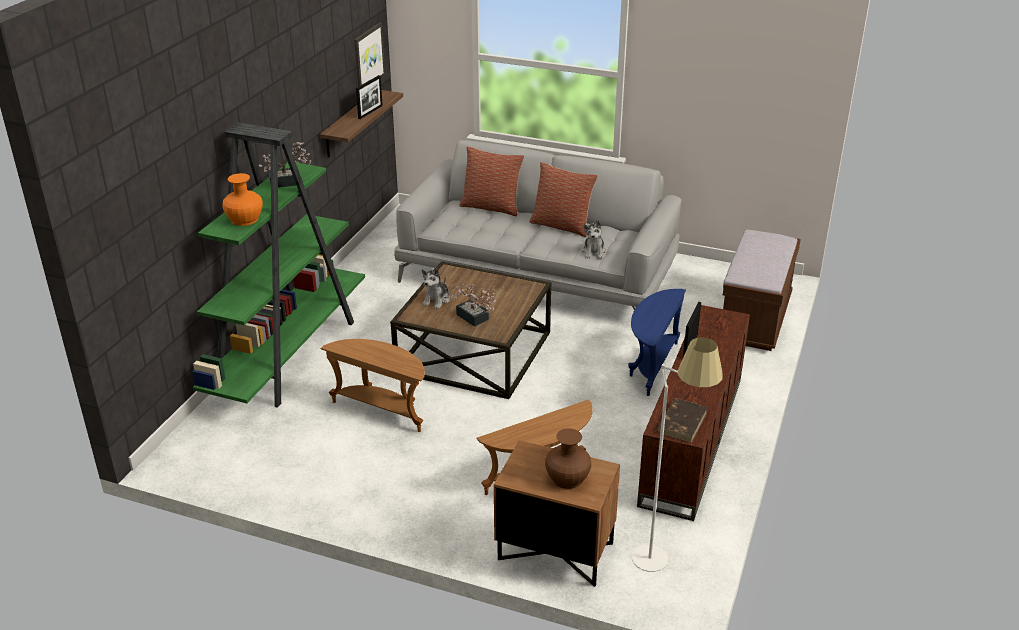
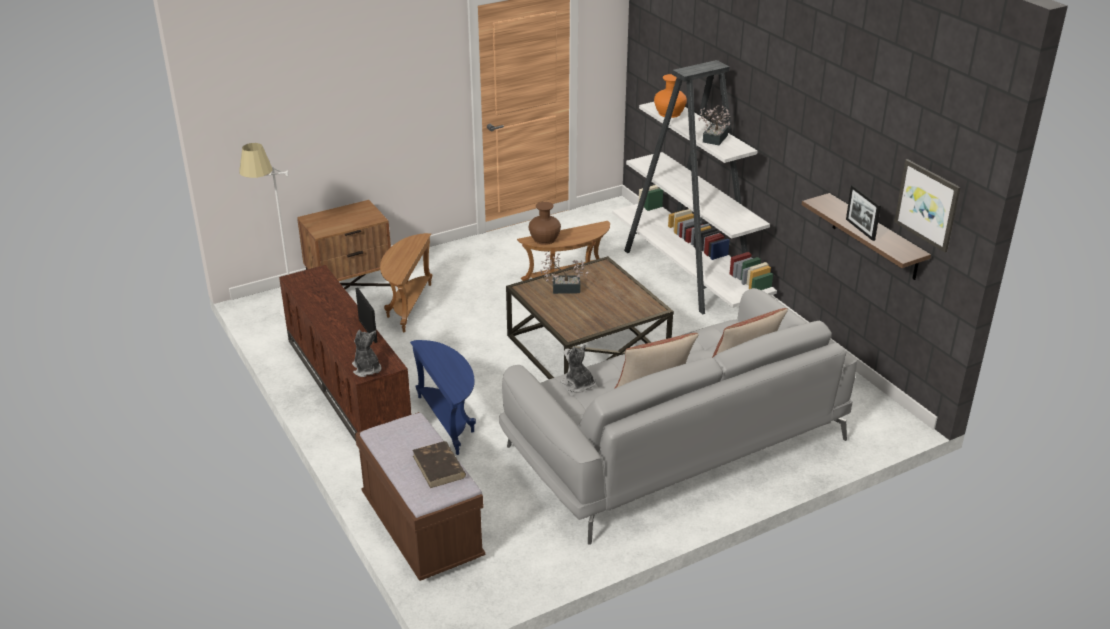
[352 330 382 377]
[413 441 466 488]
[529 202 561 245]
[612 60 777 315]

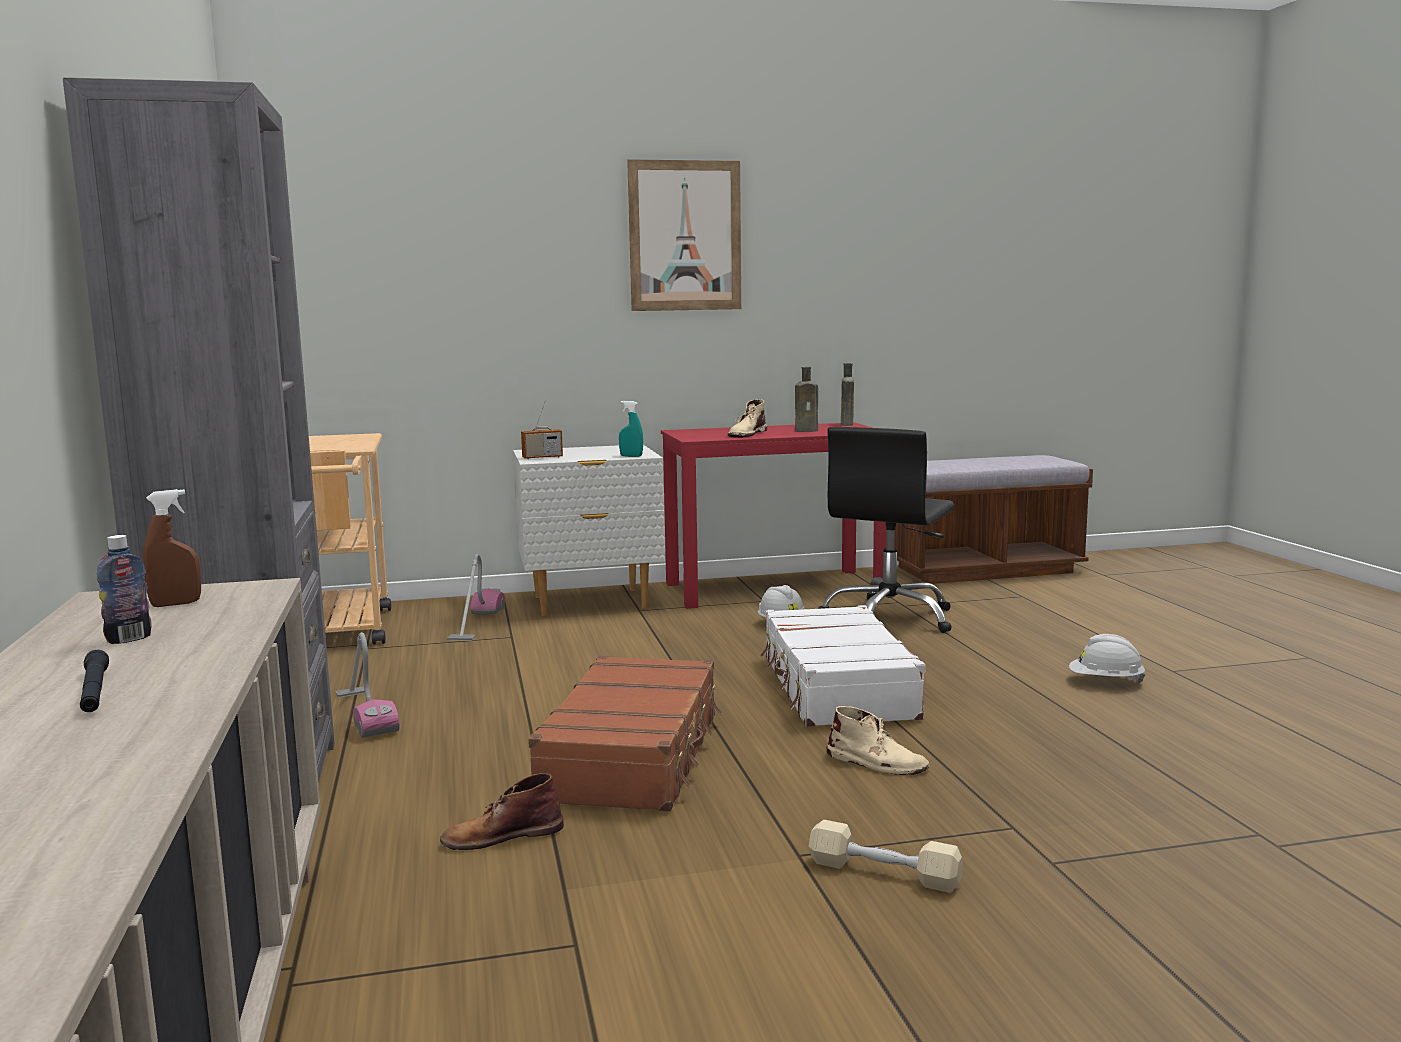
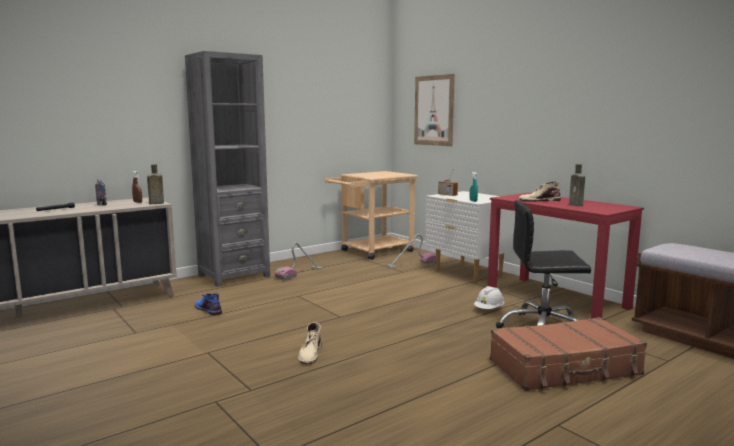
[147 164 164 204]
[195 293 222 315]
[414 74 455 146]
[490 317 647 391]
[761 605 926 727] (first image)
[809 820 963 893] (first image)
[1069 634 1145 683] (first image)

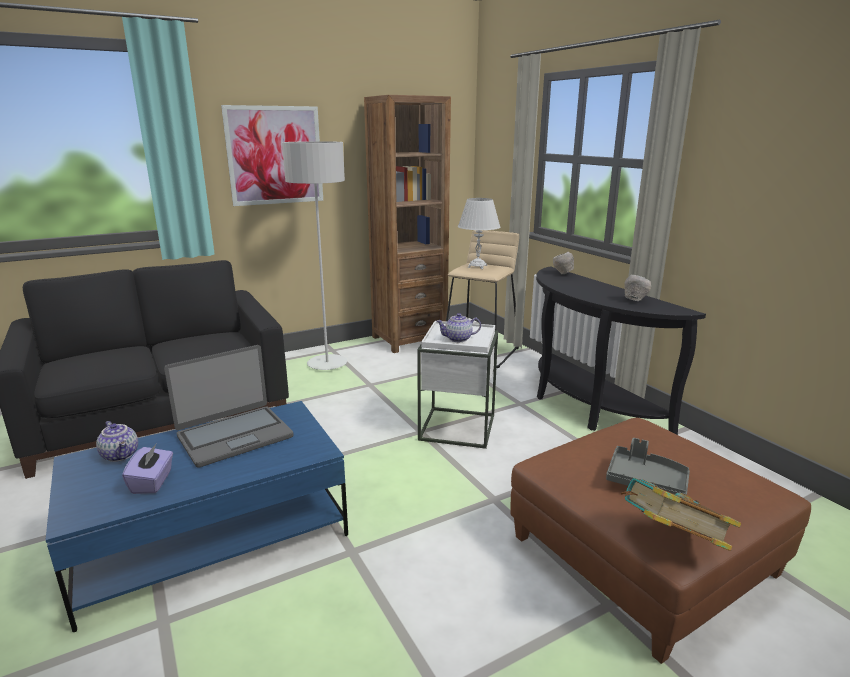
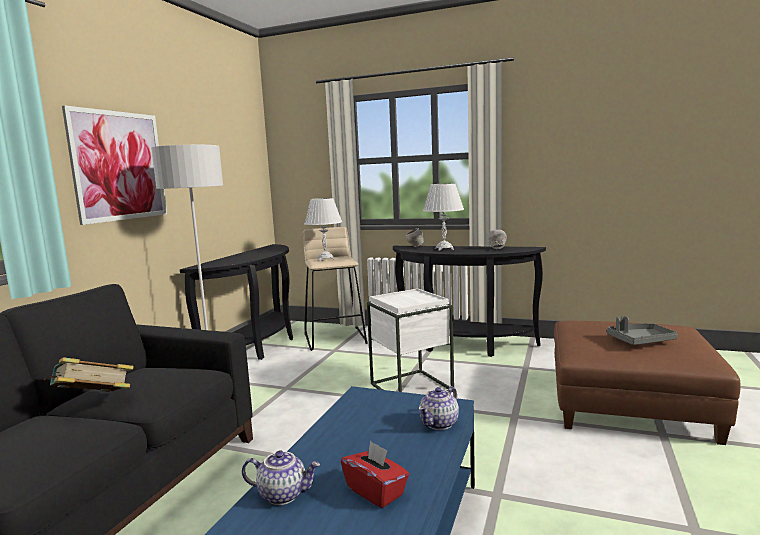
[44 357 134 392]
[180 244 293 360]
[341 440 409 508]
[418 386 459 430]
[423 183 464 251]
[164 345 294 468] (first image)

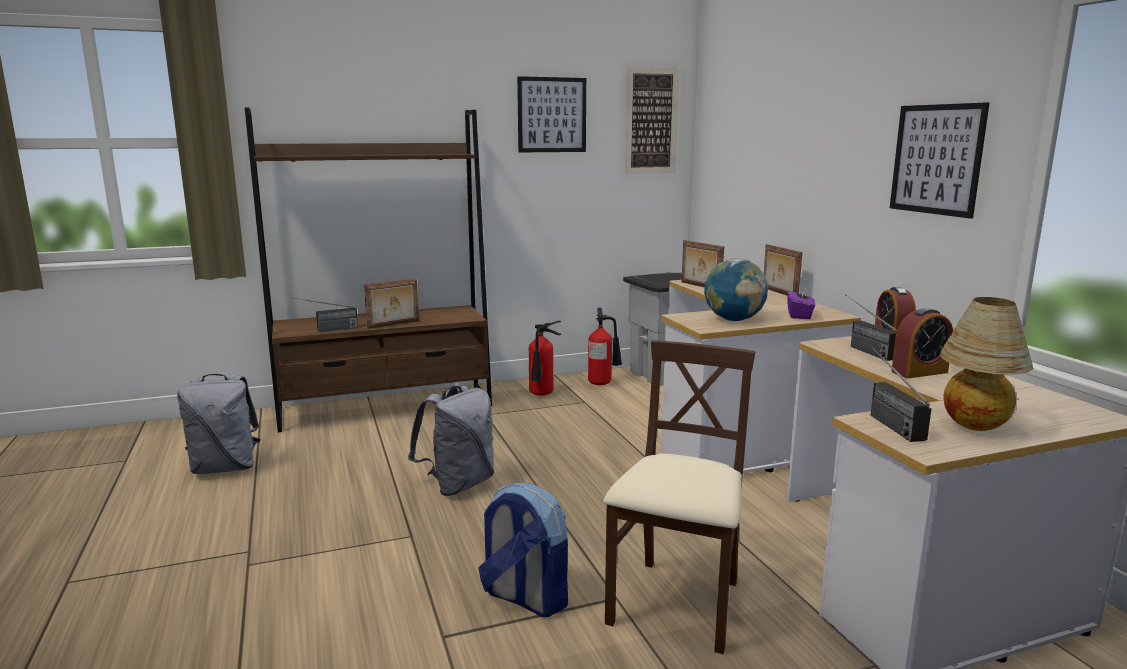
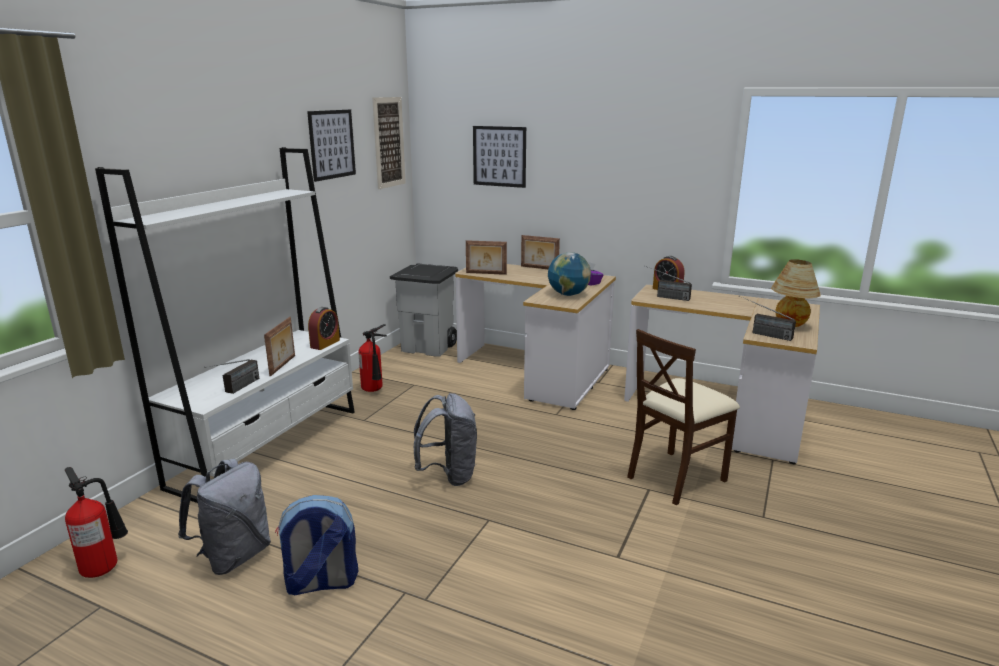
[65 467 128 578]
[95 147 355 503]
[275 495 358 595]
[308 307 340 350]
[473 126 526 188]
[627 329 740 505]

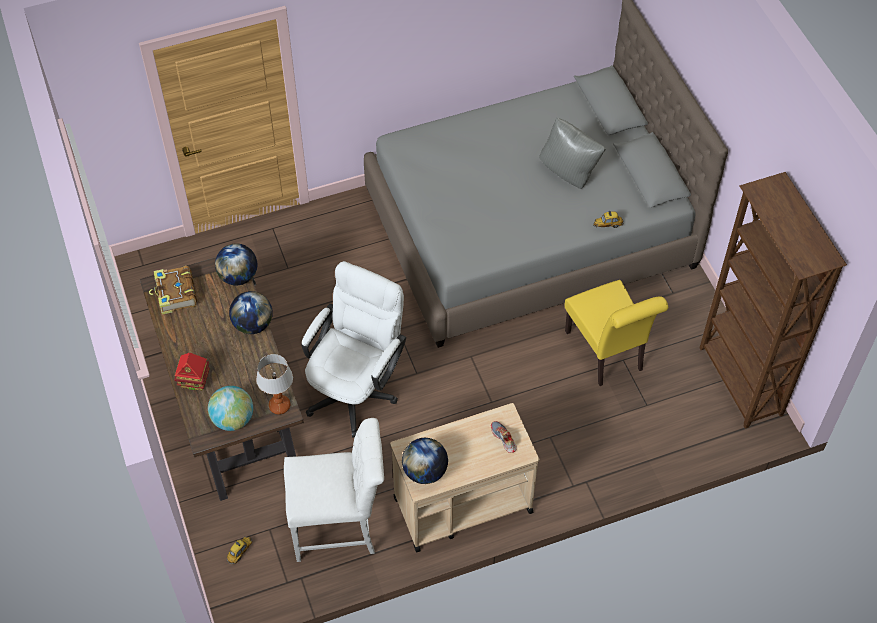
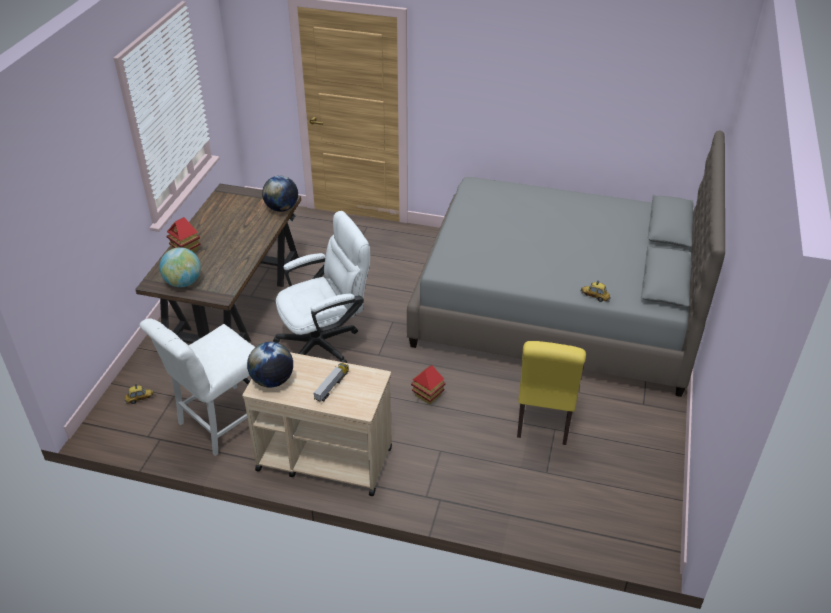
[139 318 255 456]
[313 363 349 402]
[411 365 446 405]
[149 266 197 314] (first image)
[229 291 273 334] (first image)
[256 354 293 414] (first image)
[491 421 517 453] (first image)
[539 117 606 189] (first image)
[700 172 847 429] (first image)

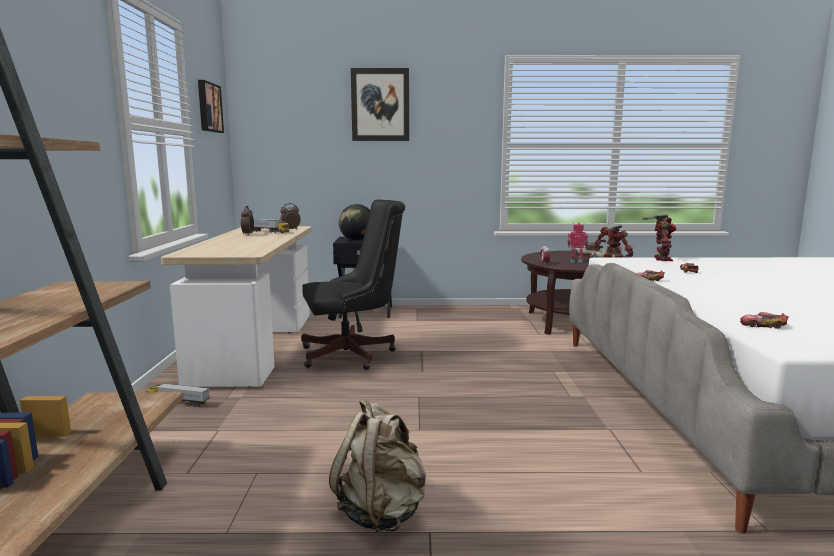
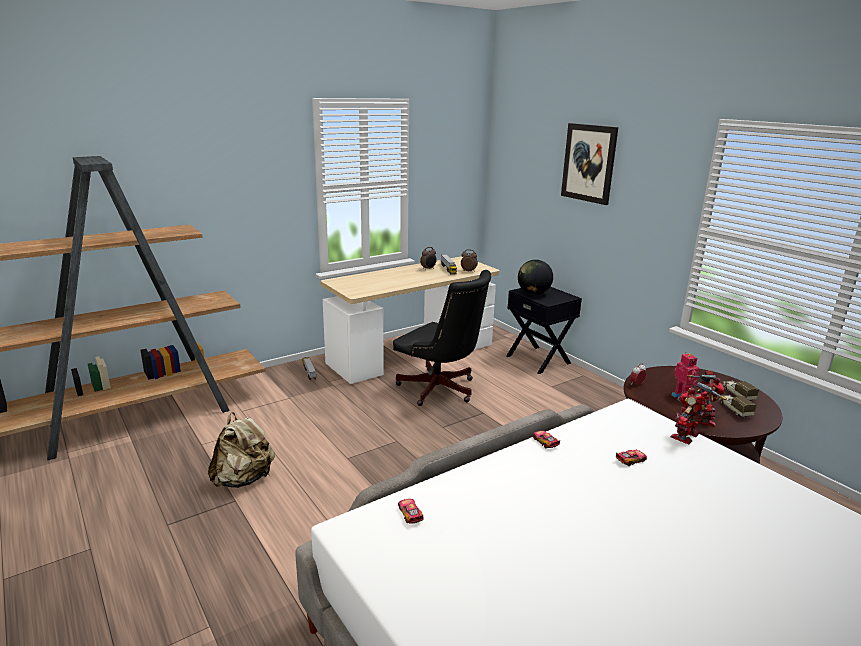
[670 382 727 445]
[198 80 224 133] (first image)

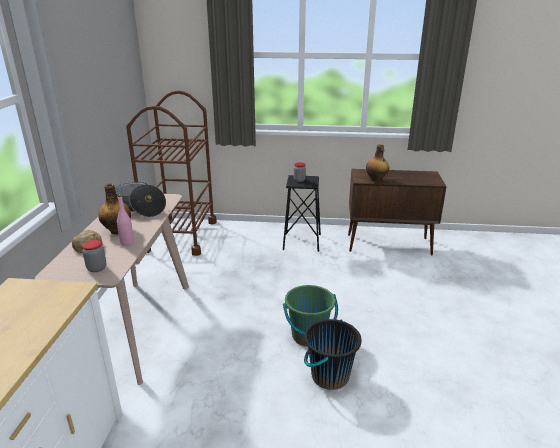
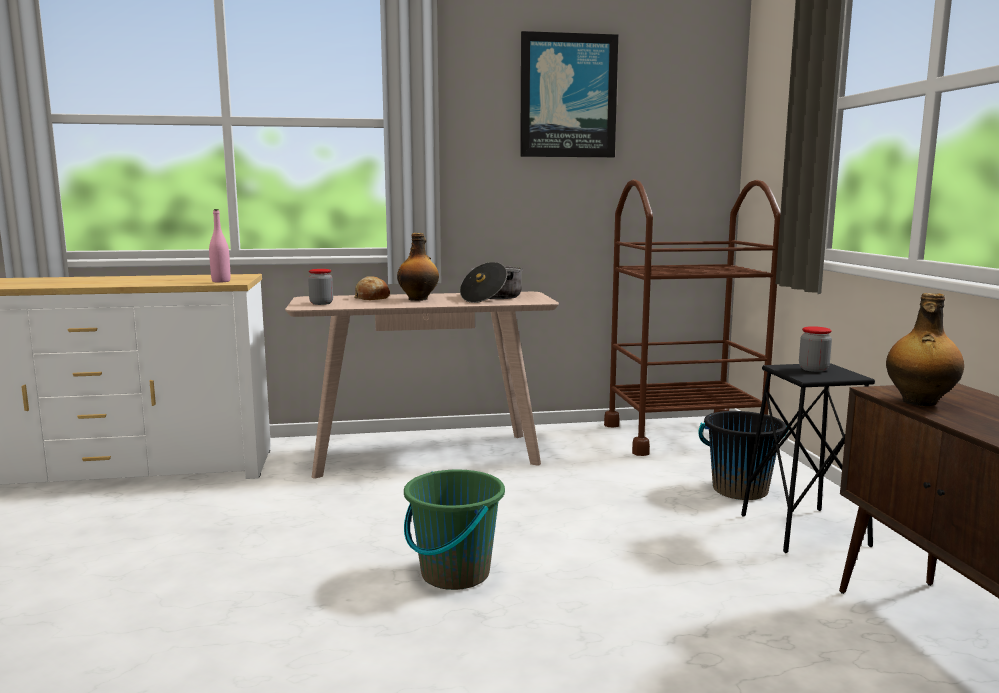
[209 209 230 283]
[520 31 618 157]
[698 411 788 500]

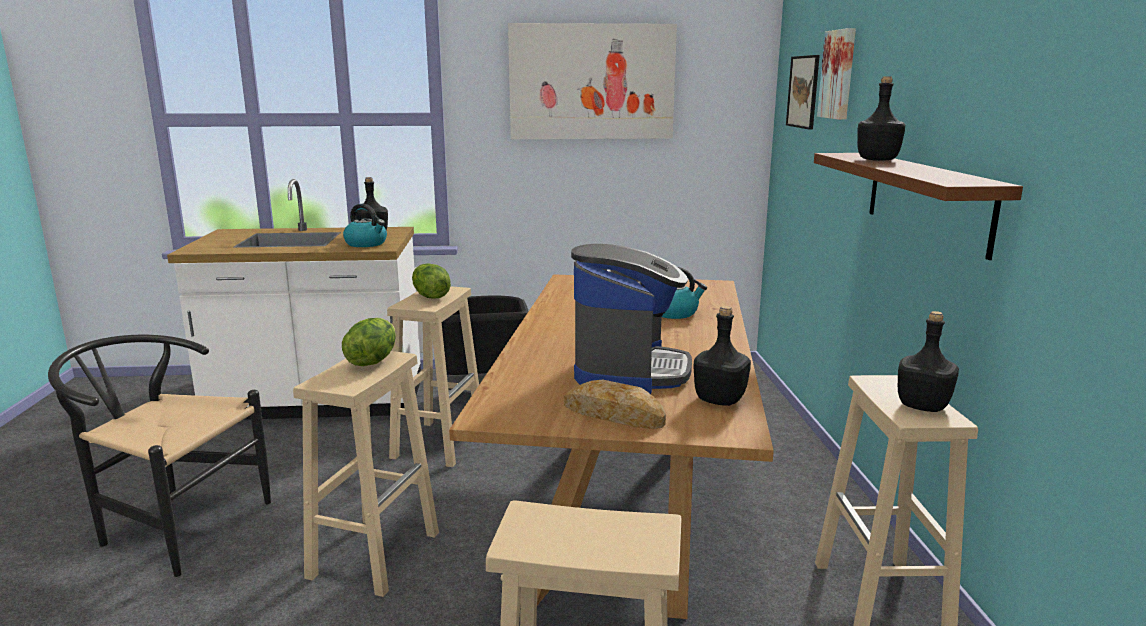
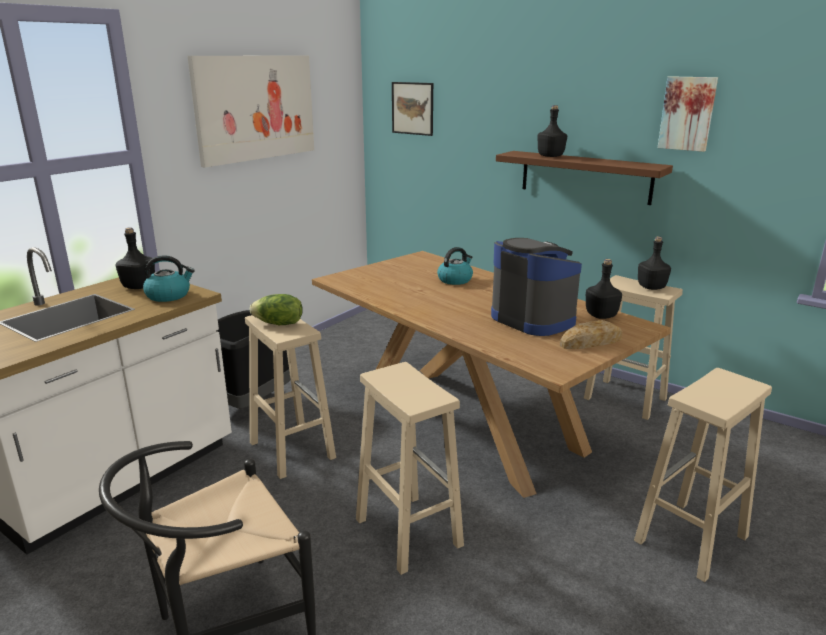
[658 76 718 152]
[342 318 396 366] (first image)

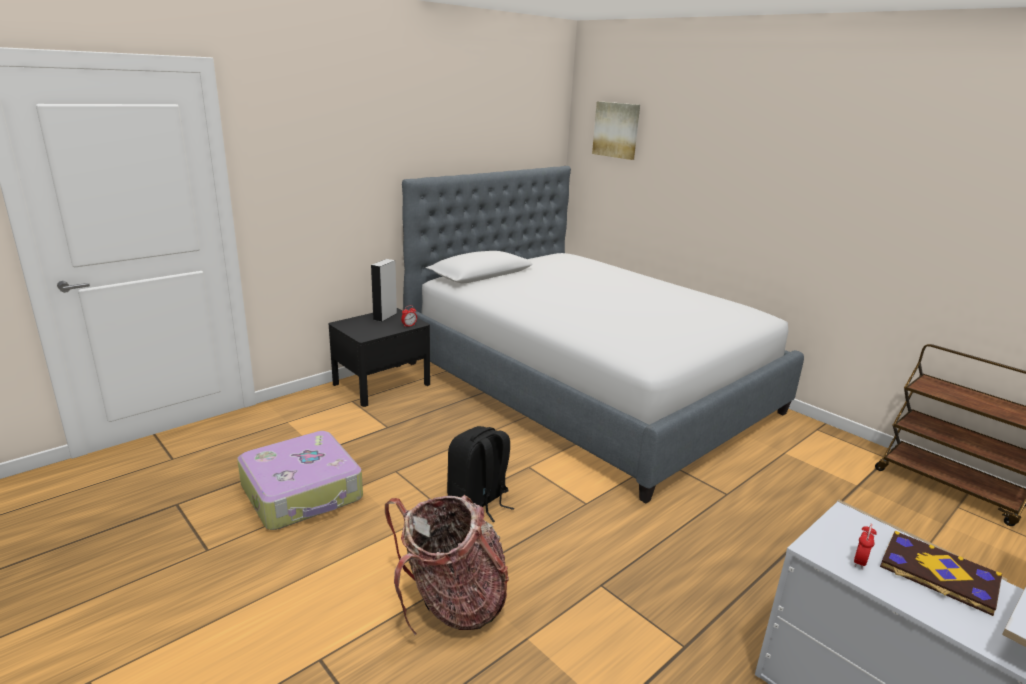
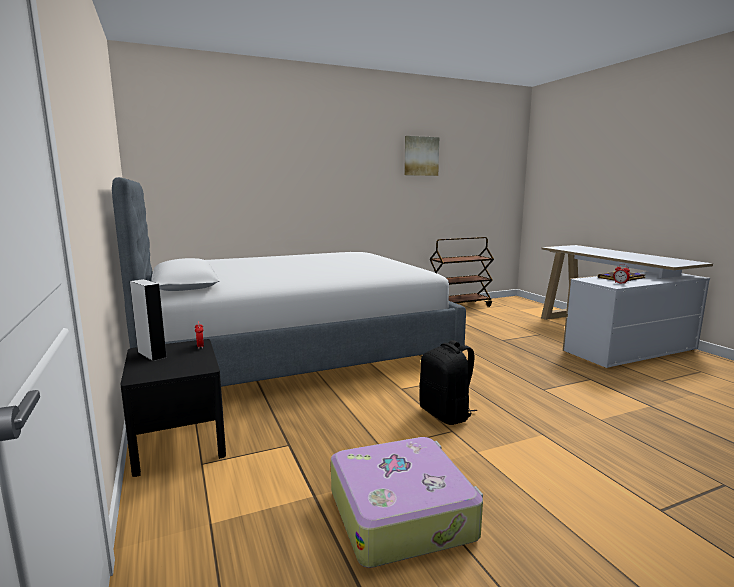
[404 136 439 176]
[385 495 509 636] (first image)

